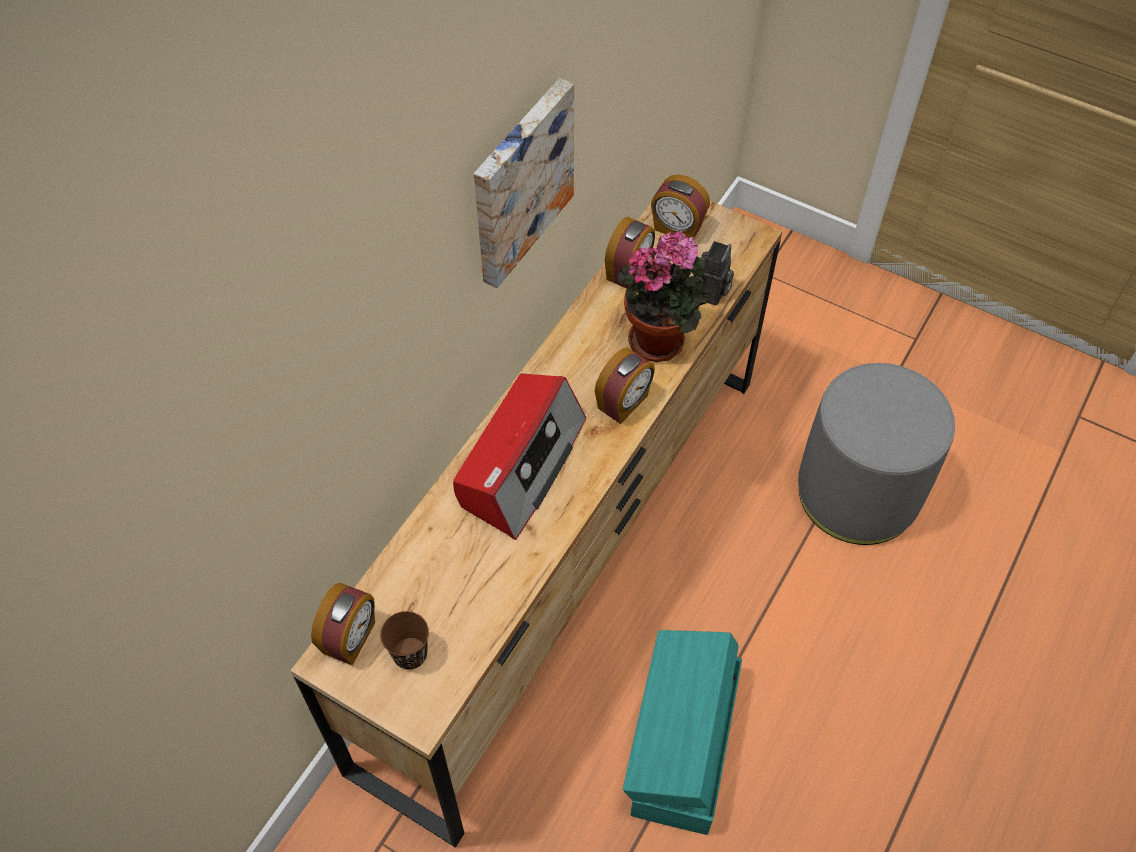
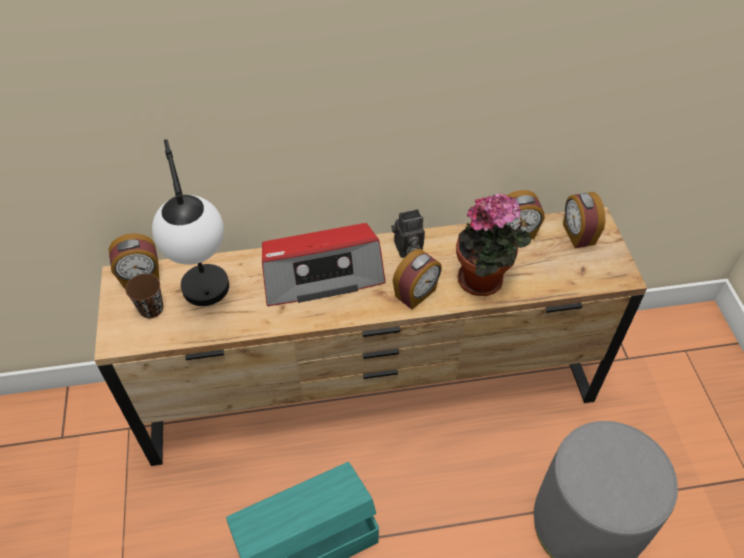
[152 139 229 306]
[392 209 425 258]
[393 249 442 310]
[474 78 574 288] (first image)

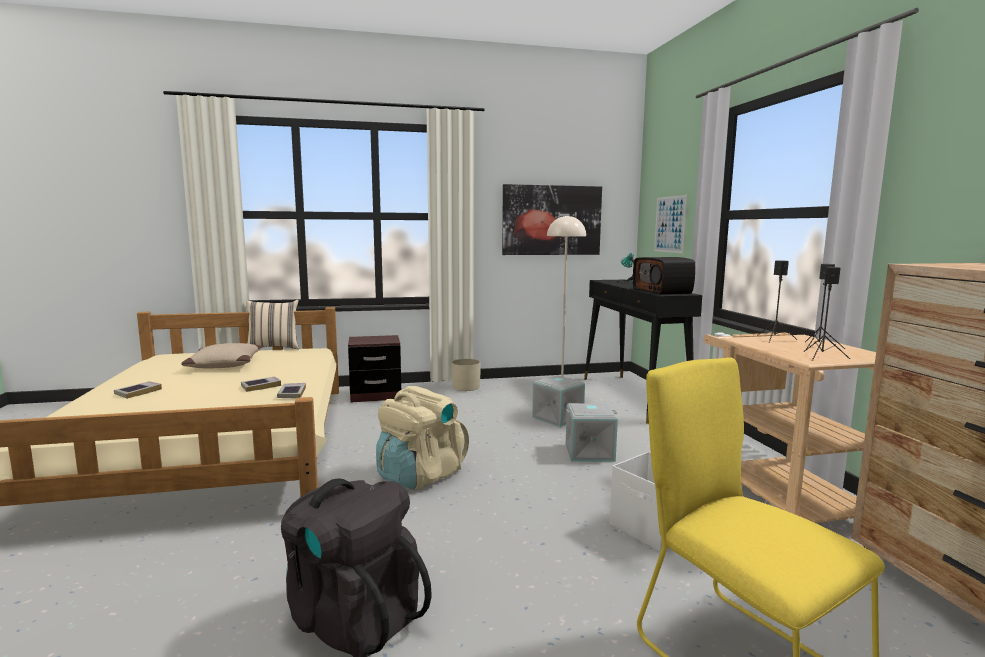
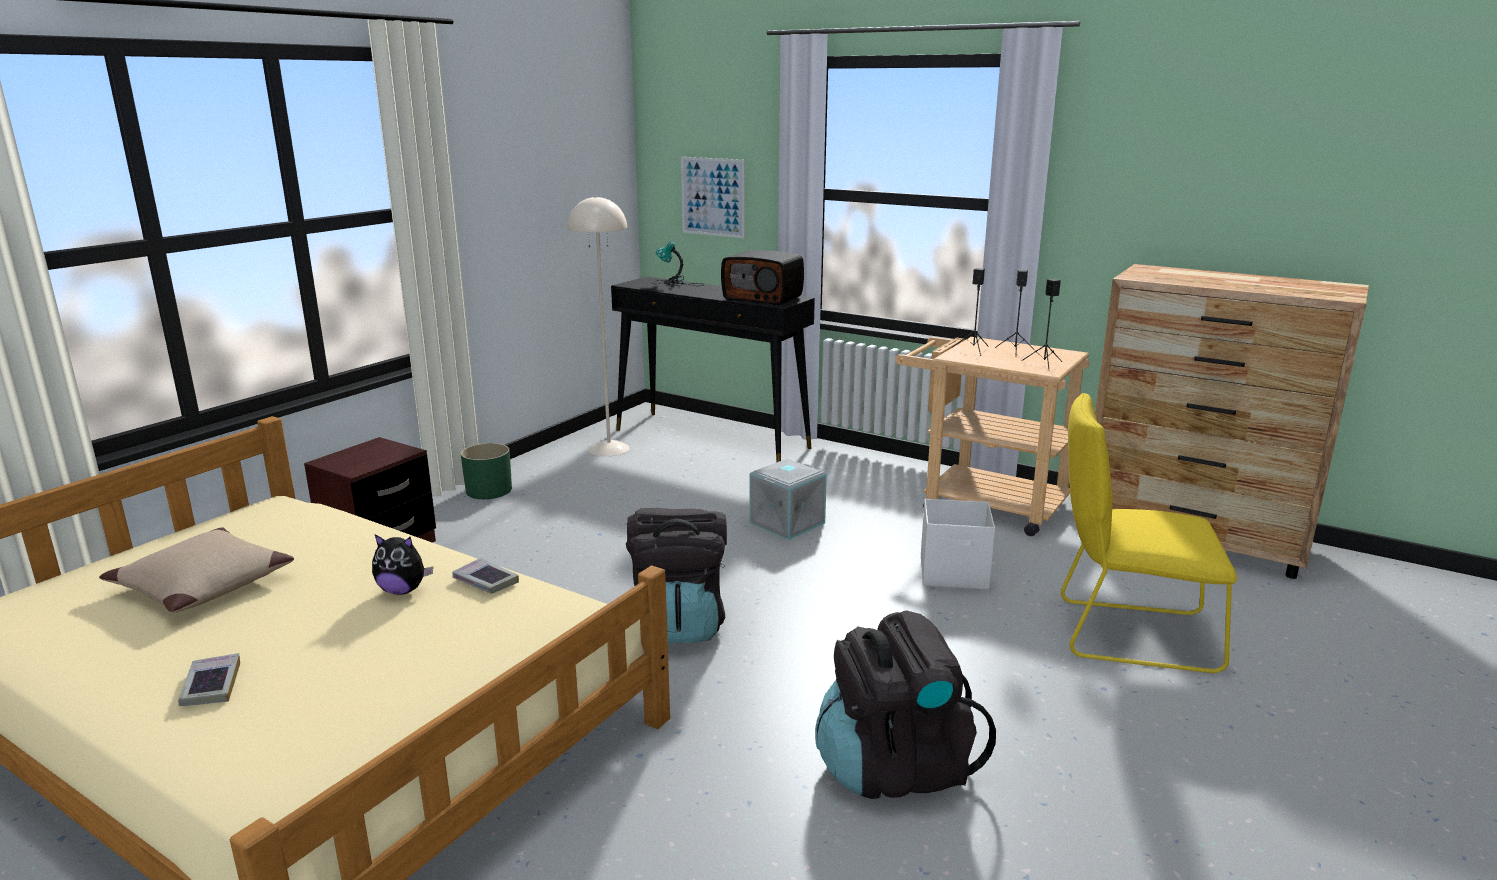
[372 534 433 595]
[461 443 512 499]
[626 508 727 643]
[246 300 299 349] (first image)
[502 184 602 255] (first image)
[532 375 585 427] (first image)

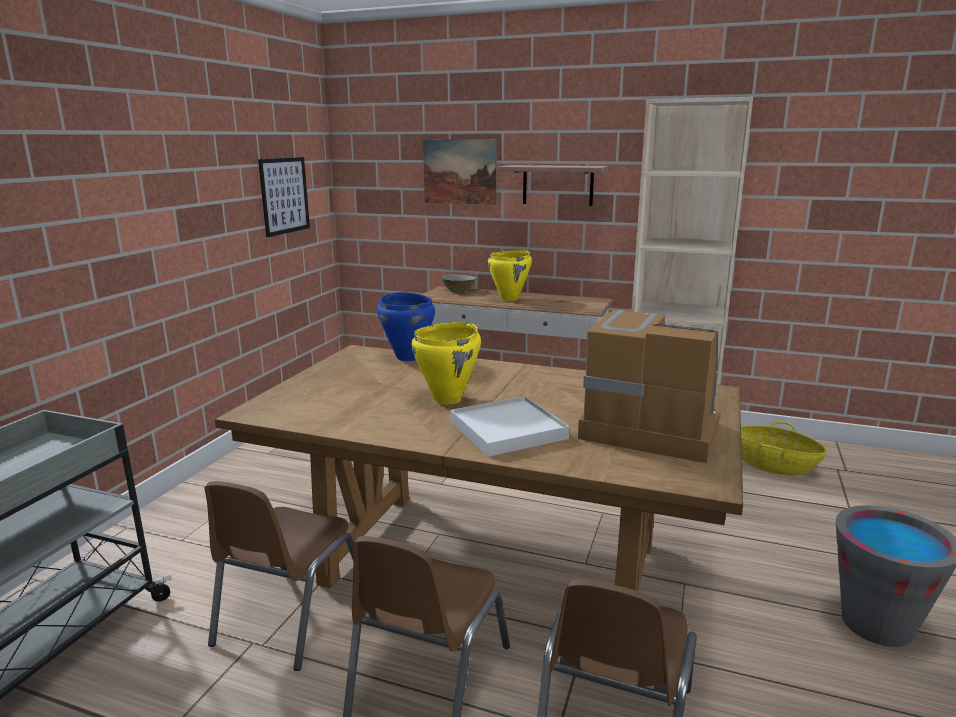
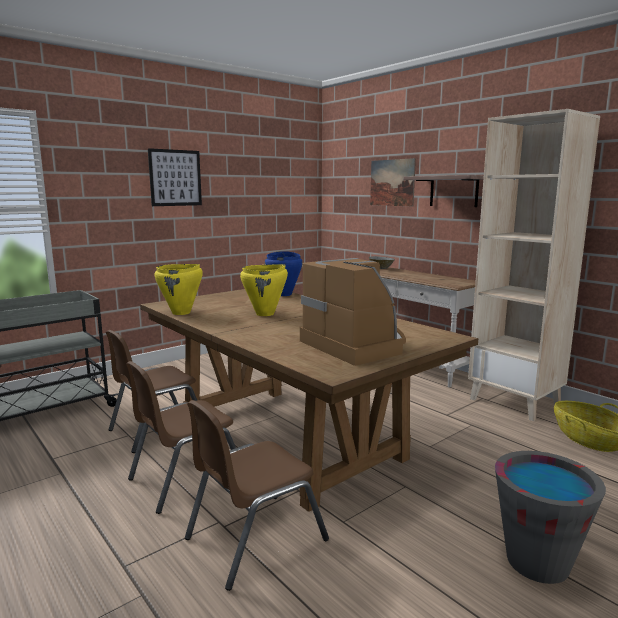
[148 148 202 206]
[155 264 203 315]
[450 396 569 457] (first image)

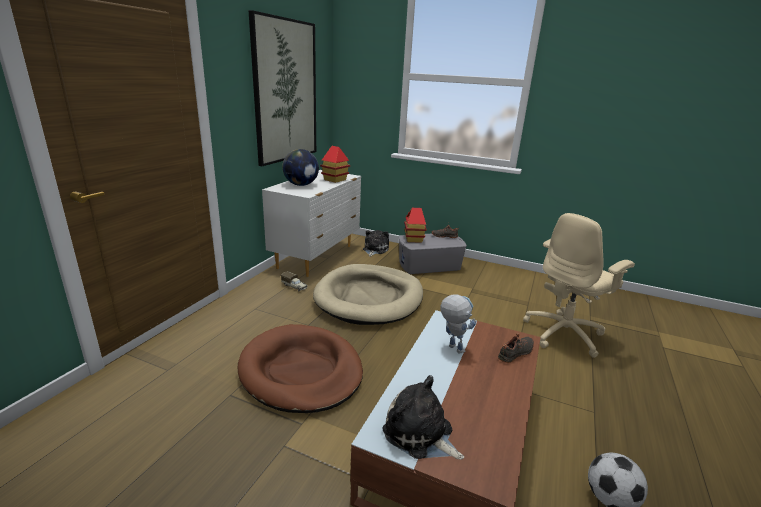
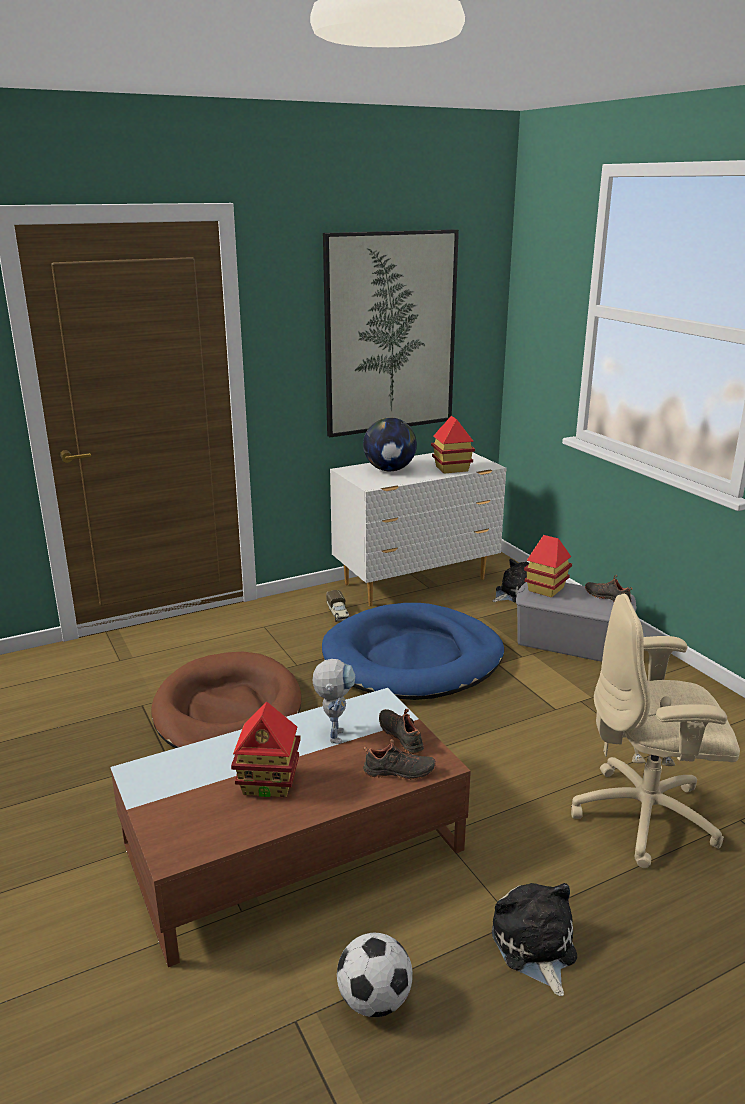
[231 702 301 797]
[322 603 504 700]
[379 709 424 754]
[492 883 577 996]

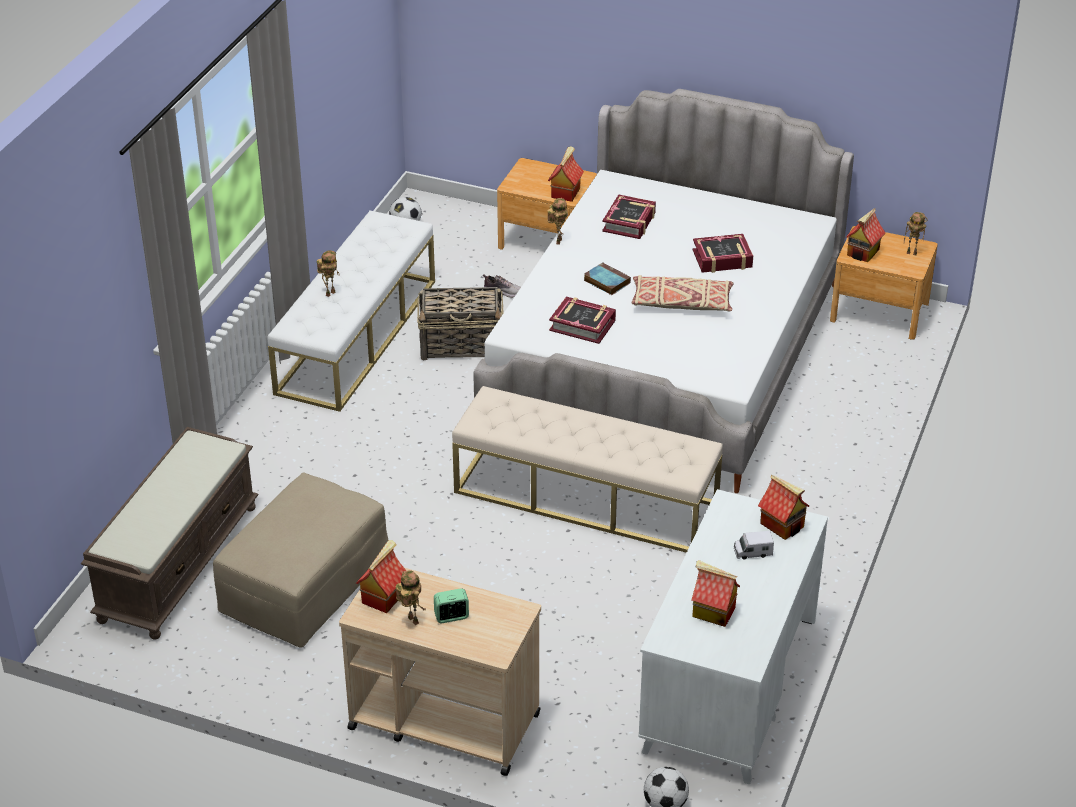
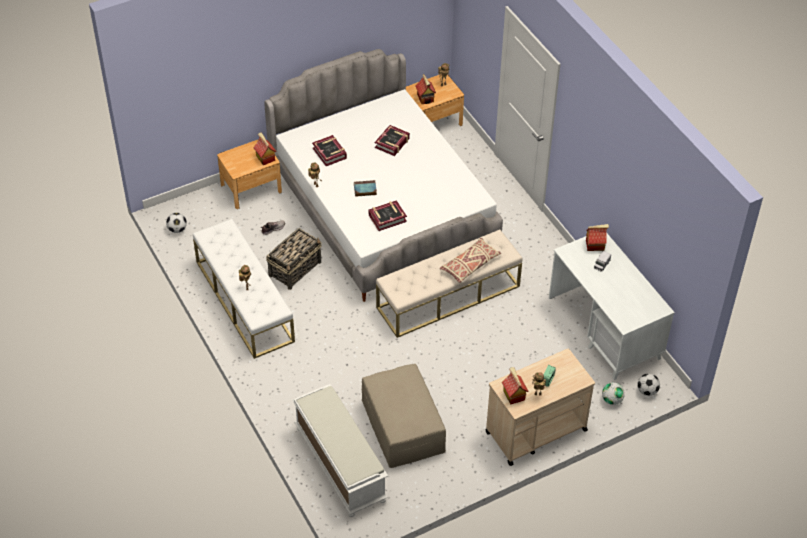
[293 384 388 517]
[440 238 501 283]
[602 382 625 405]
[691 560 740 627] (first image)

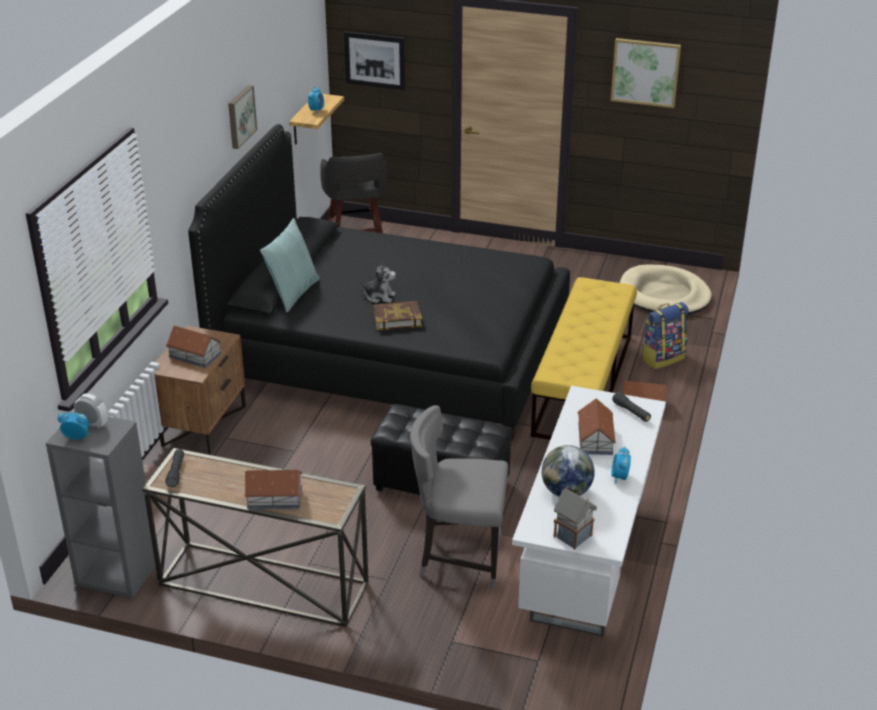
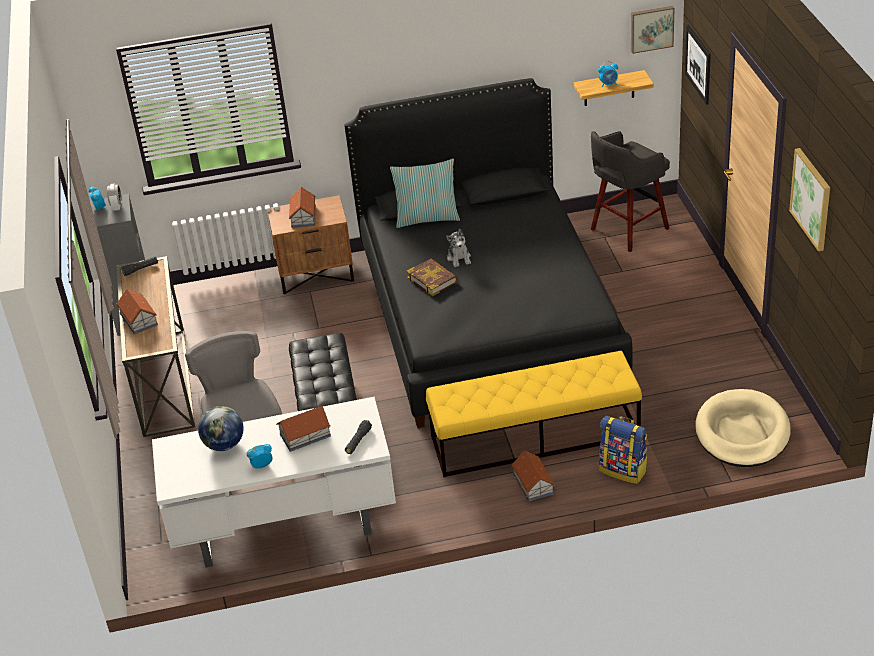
[631 6 675 54]
[554 487 597 549] (first image)

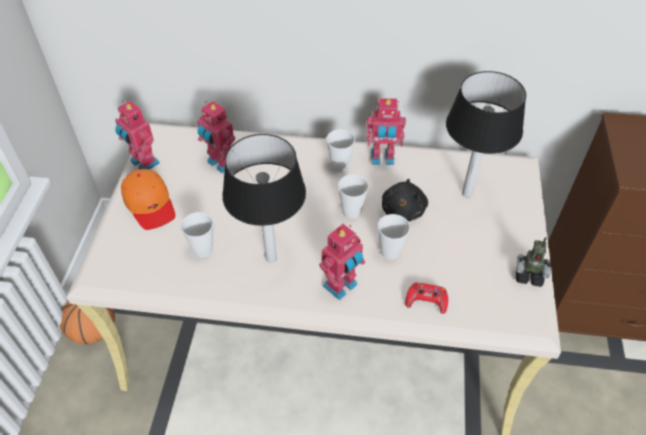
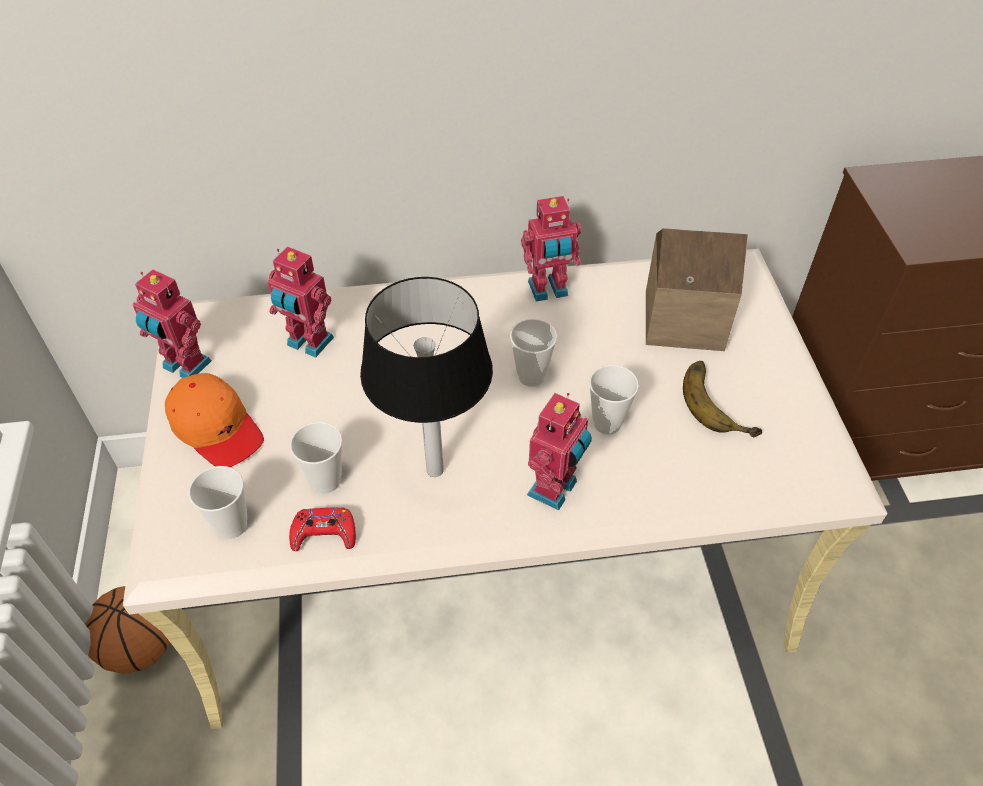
[189 466 247 539]
[289 508 356 551]
[646 228 748 351]
[683 361 762 437]
[382 179 428 222] (first image)
[516 237 551 287] (first image)

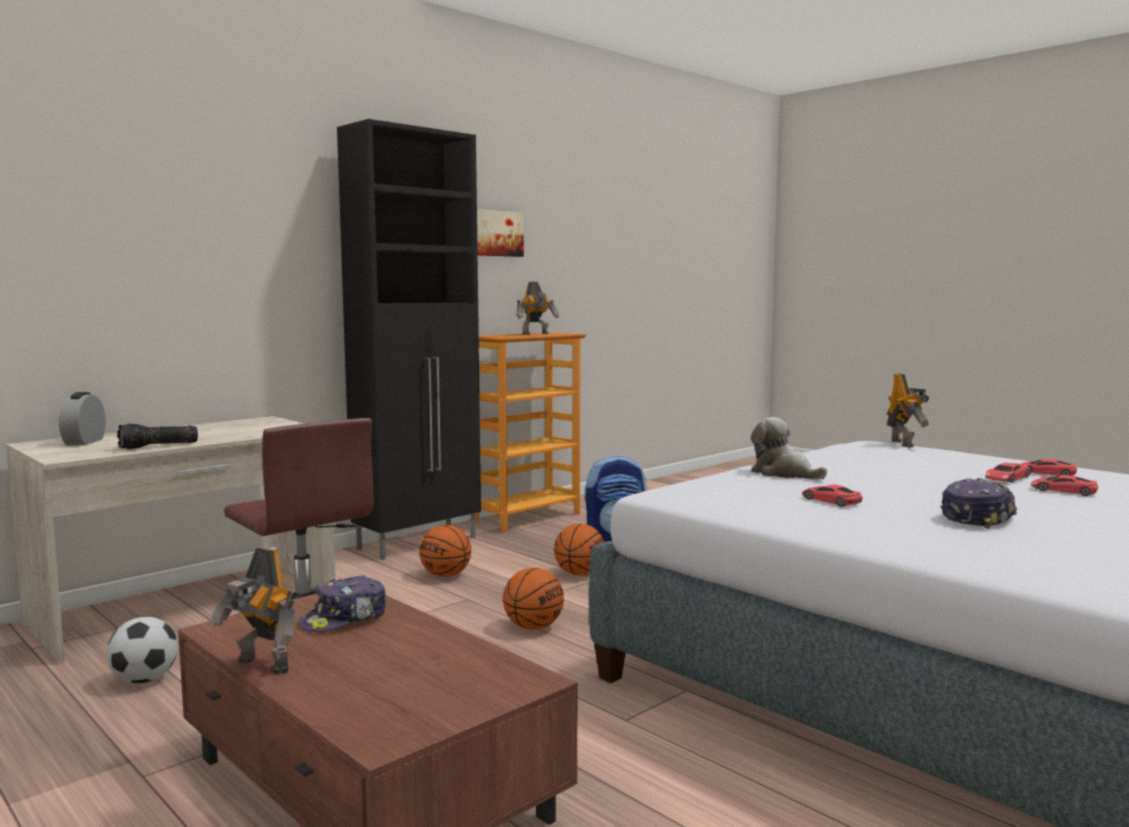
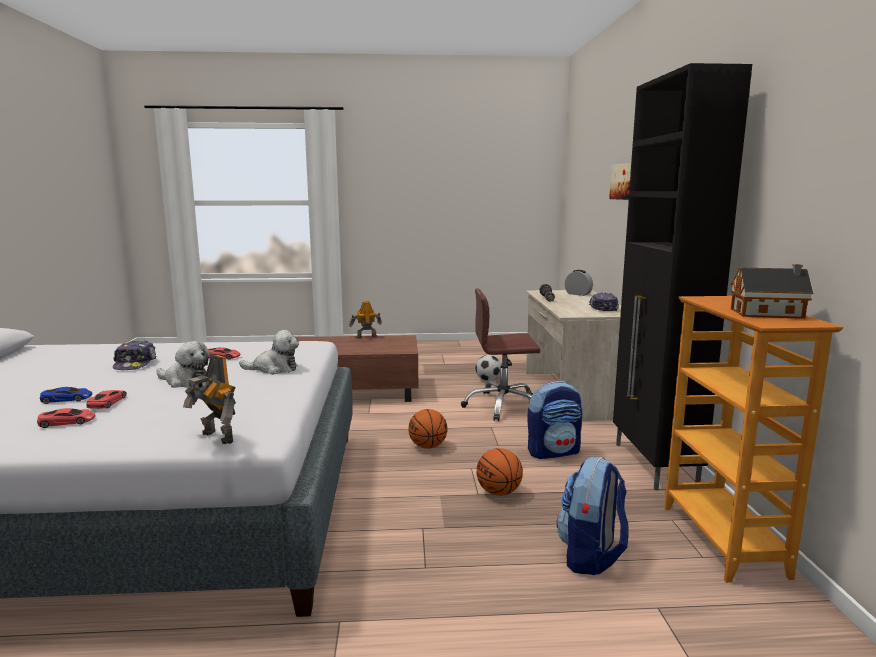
[40 387 92 404]
[156 341 210 388]
[527 381 583 459]
[589 292 619 312]
[609 163 631 200]
[731 264 813 319]

